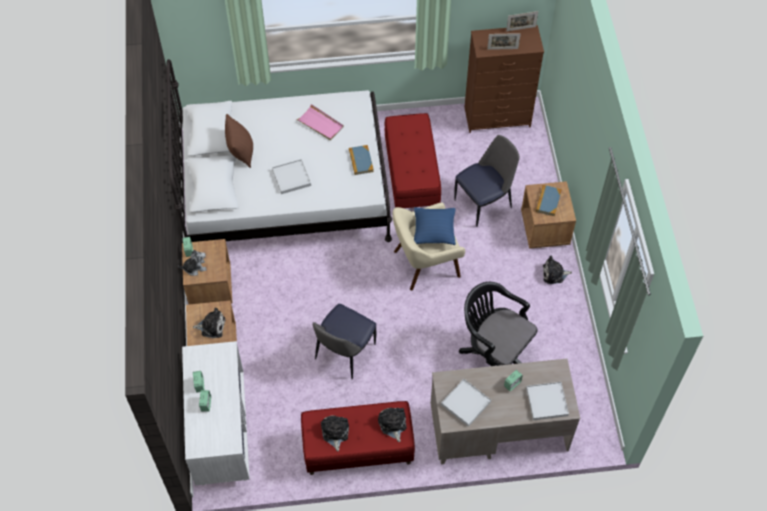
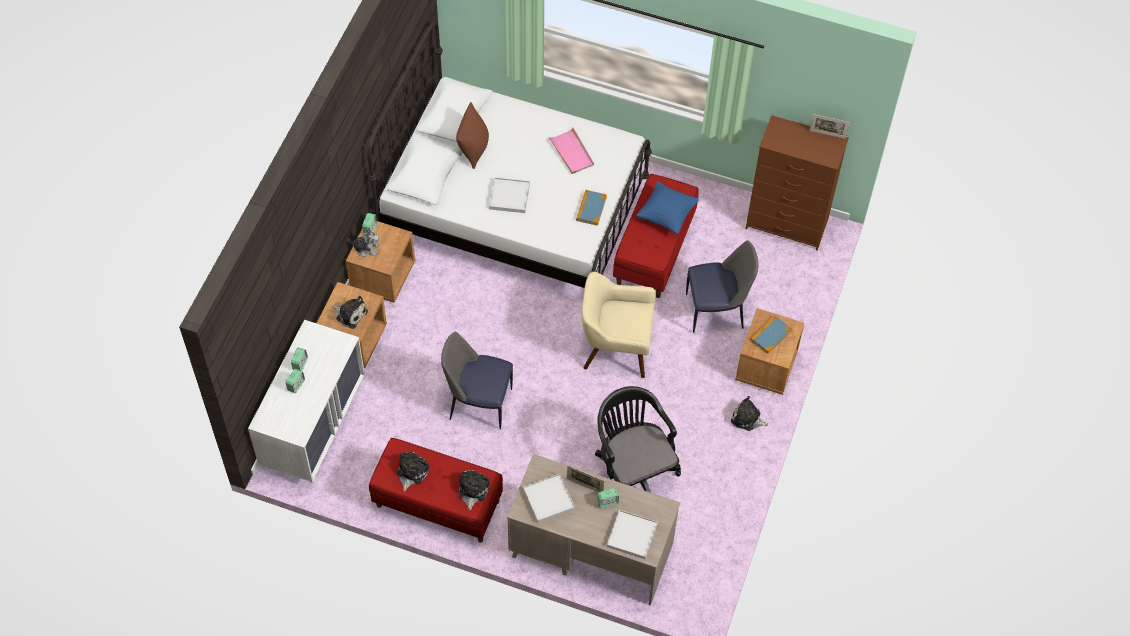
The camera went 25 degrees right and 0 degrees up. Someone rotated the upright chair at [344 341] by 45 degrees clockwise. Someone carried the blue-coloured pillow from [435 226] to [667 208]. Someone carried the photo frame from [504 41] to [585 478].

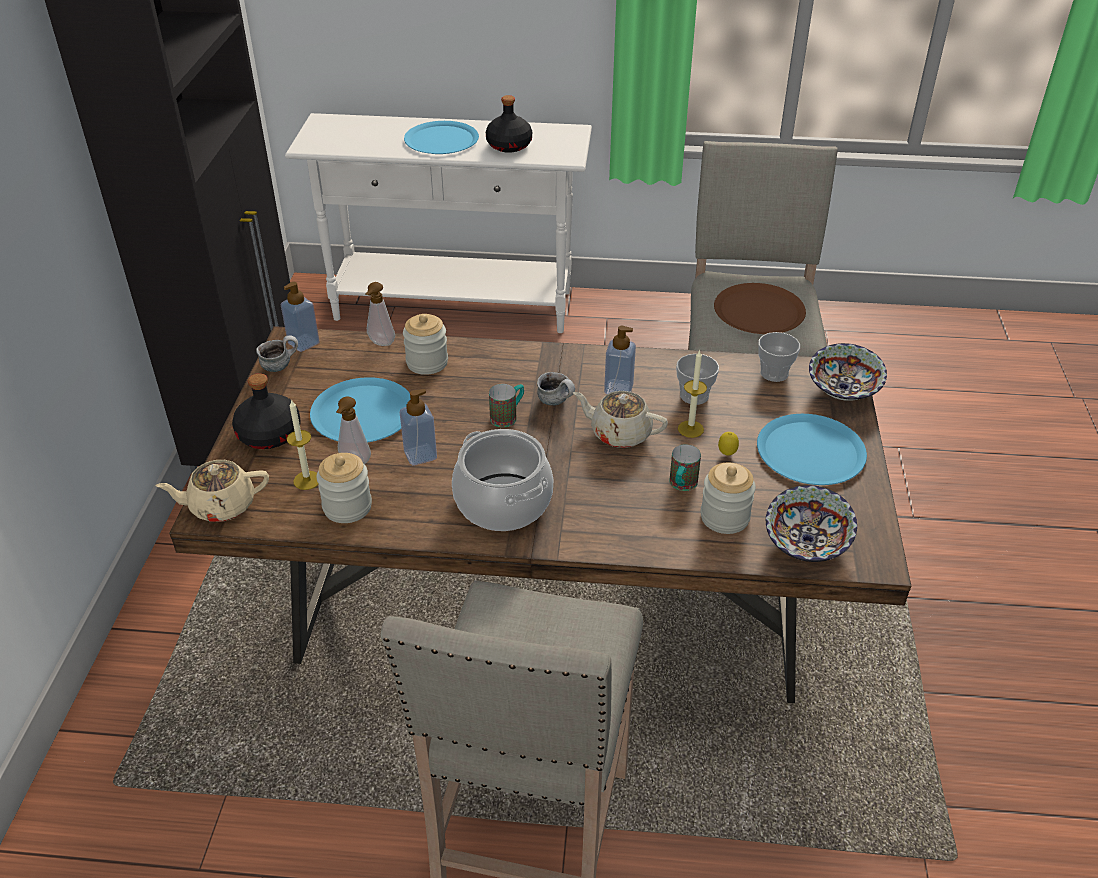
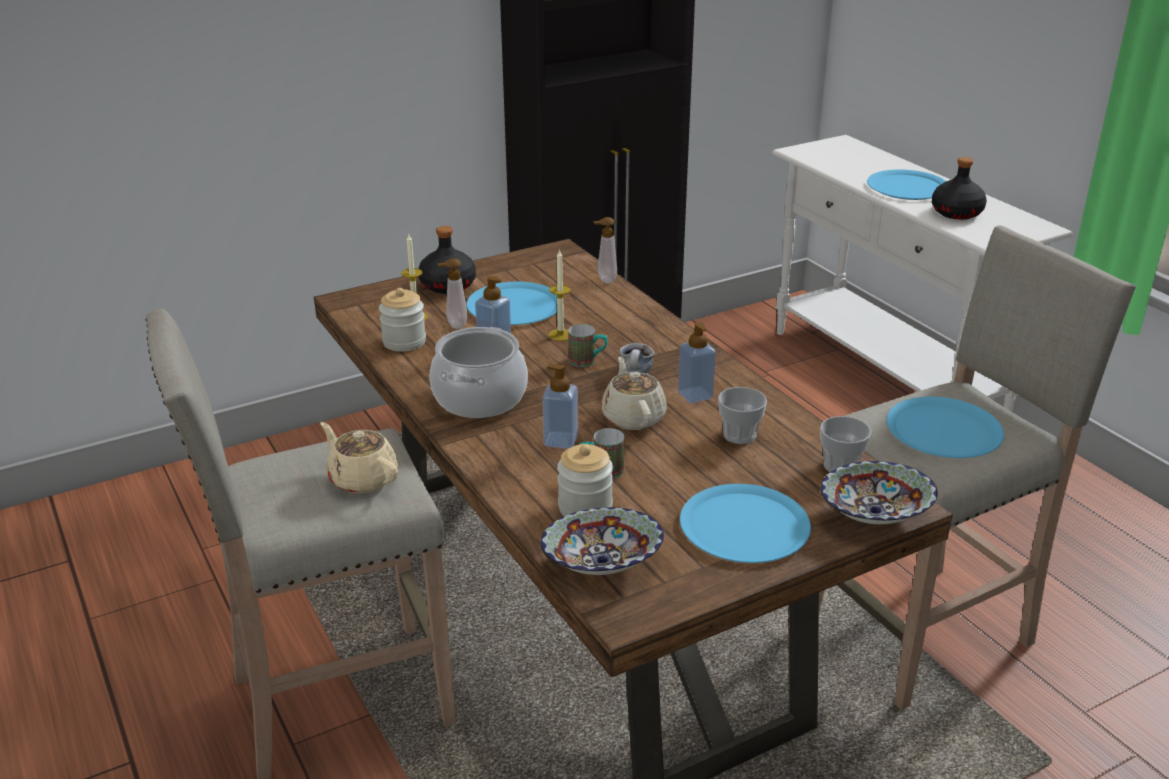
The camera went 55 degrees right and 10 degrees down. Someone carried the sand-coloured pot for tea from [212 491] to [359 457]. Someone took away the coffee mug at [277 353]. Someone carried the soap dispenser from [300 317] to [560 406]. Someone took away the preserve jar at [425 344]. Someone carried the wax light from [692 393] to [559 295]. Someone repainted the brownish flat dish at [760 308], which became the blue-coloured flat dish at [945 427]. Someone took away the lemon at [728 444].

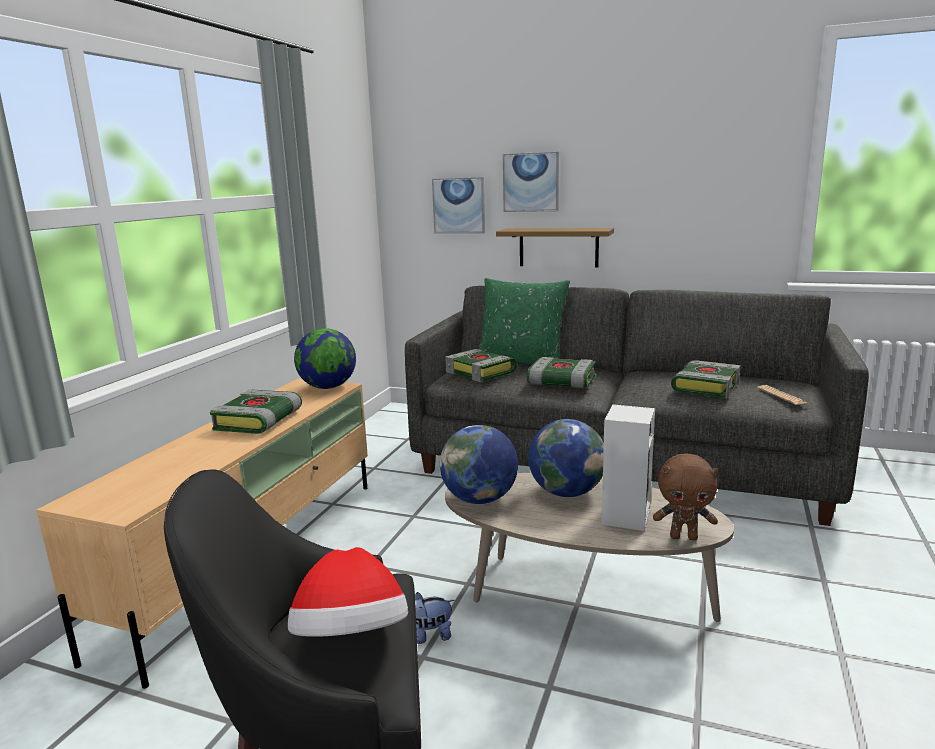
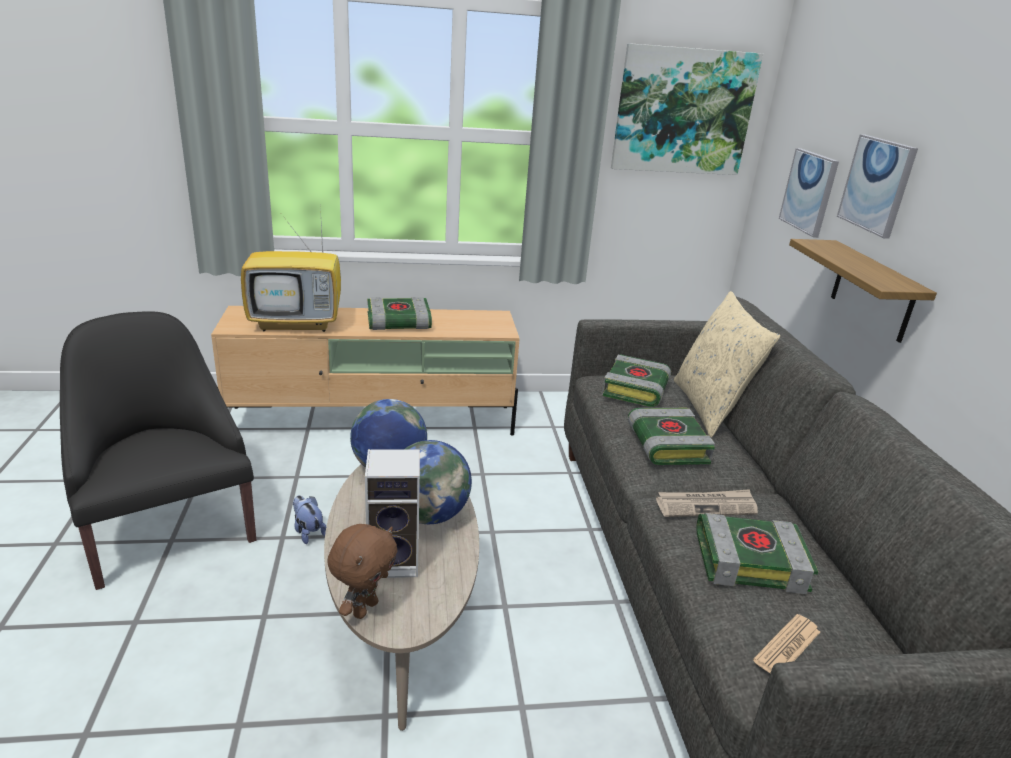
The camera went 60 degrees right and 10 degrees up. Someone took away the hat at [348 592]. Someone took away the globe at [325 358]. Someone repainted the green pillow at [524 321], which became the sand-coloured pillow at [727 364]. Someone rotated the brownish soft toy at [685 497] by 135 degrees counterclockwise. Someone put down the TV at [291 269]. Someone put up the picture at [687 109]. Someone put down the daily paper at [707 503].

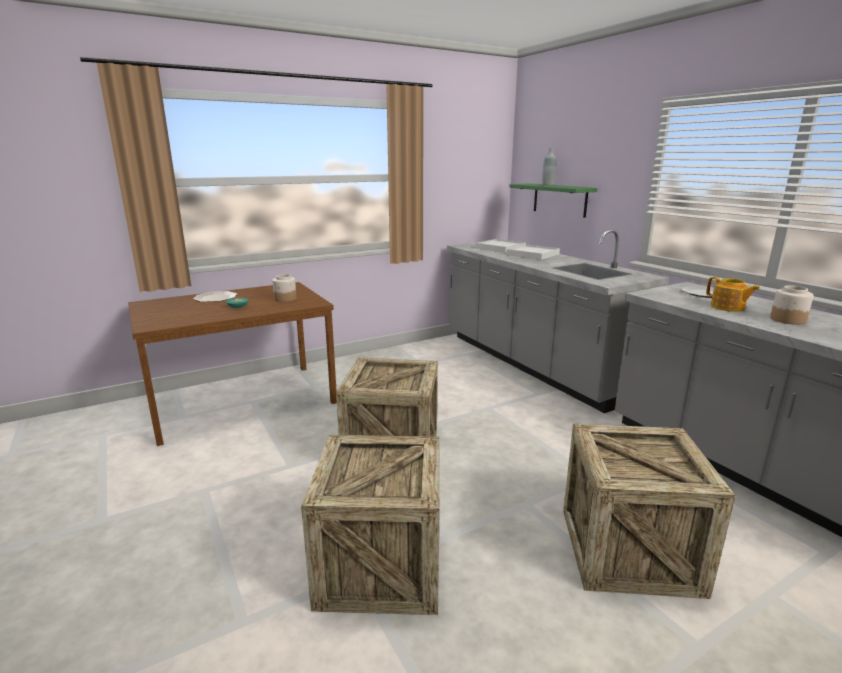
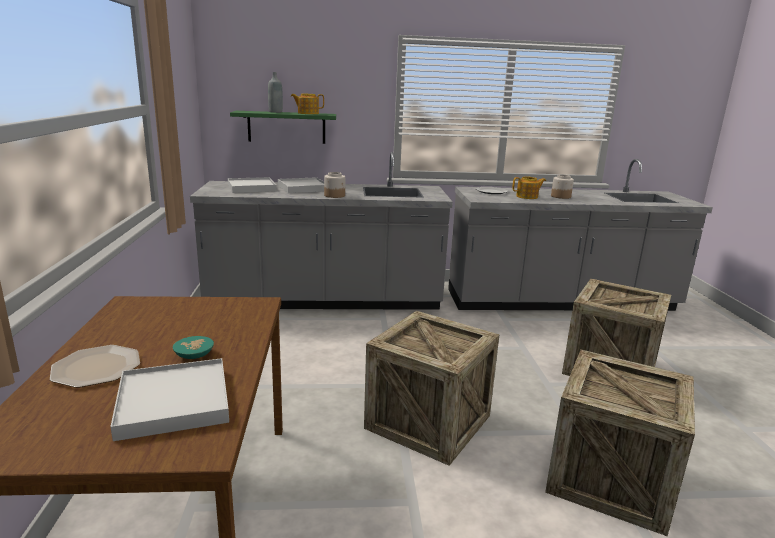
The camera went 65 degrees left and 0 degrees up. Someone carried the preserve jar from [284 288] to [334 185]. Someone put down the white serving tray at [169 399]. Someone put down the pot for tea at [307 104].

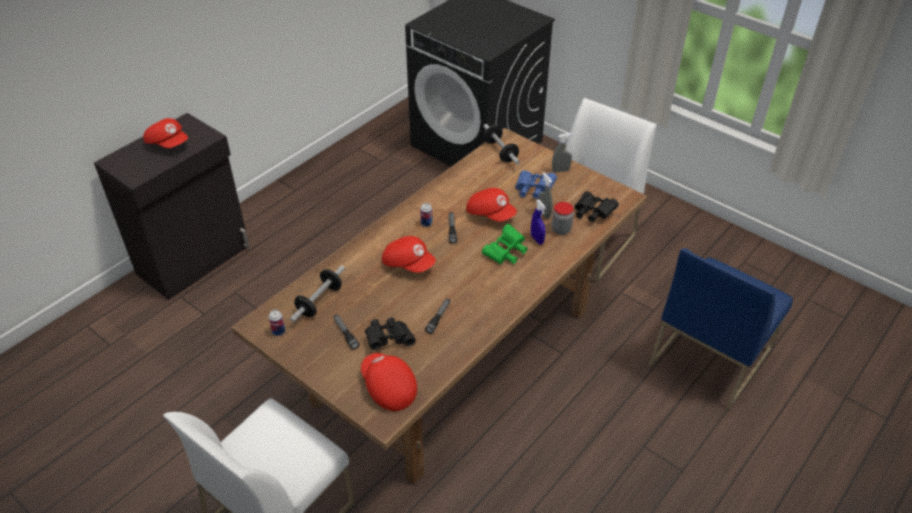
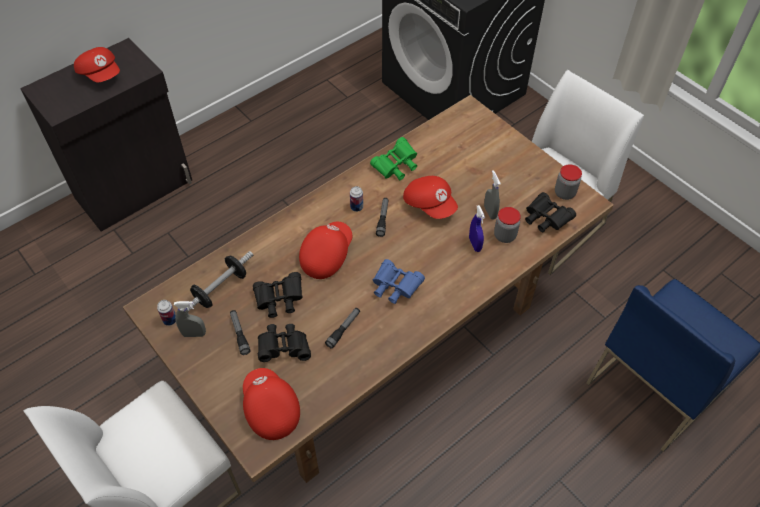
The camera went 10 degrees right and 10 degrees up. Someone rotated the reddish baseball cap at [409 254] by 105 degrees counterclockwise. Someone carried the green field glasses from [505 244] to [393 158]. Someone took away the hand weight at [502 144]. Someone carried the blue-coloured field glasses from [536 184] to [399 281]. Someone carried the greyish hand sprayer from [562 153] to [190 319]. Someone put down the blackish field glasses at [278 295]. Someone put down the preserve jar at [568 182].

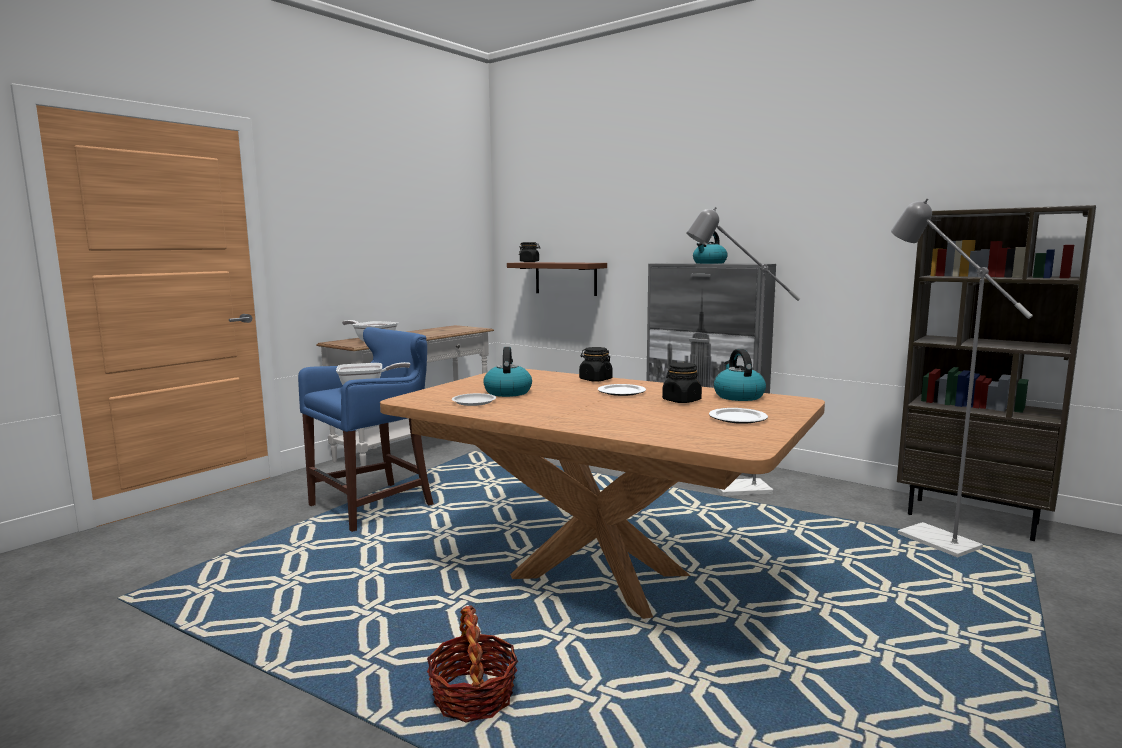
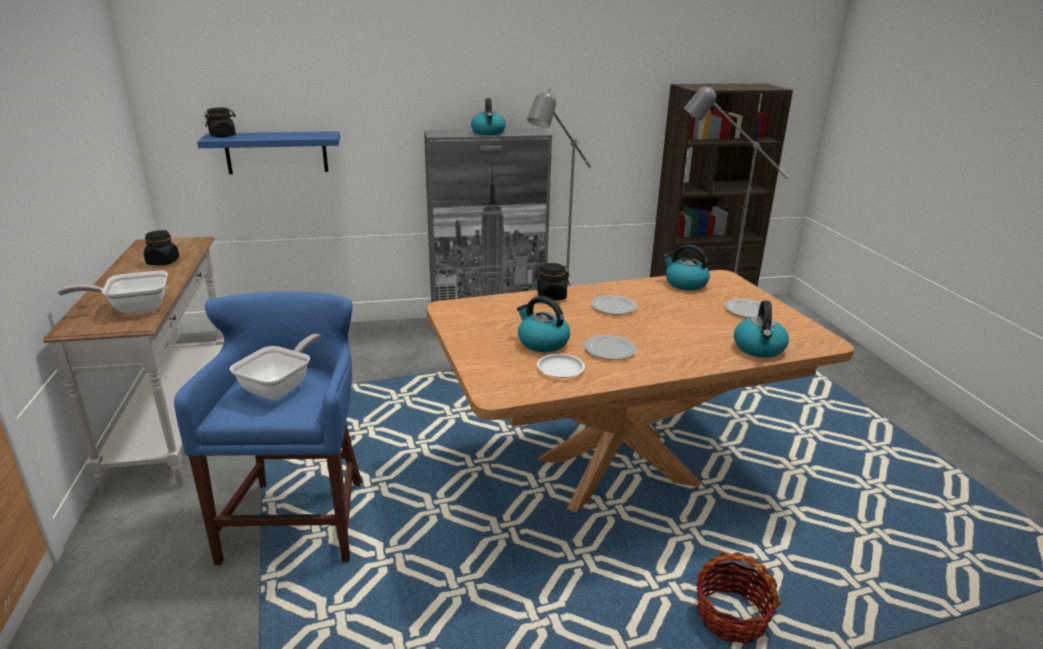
The camera went 50 degrees left and 15 degrees up. Someone repainted the brownish bracket shelf at [557 279], which became the blue-coloured bracket shelf at [268 152]. Someone carried the blackish preserve jar from [682 382] to [161 247]. Someone put down the flat dish at [610 347]. Someone put down the water kettle at [761 329].

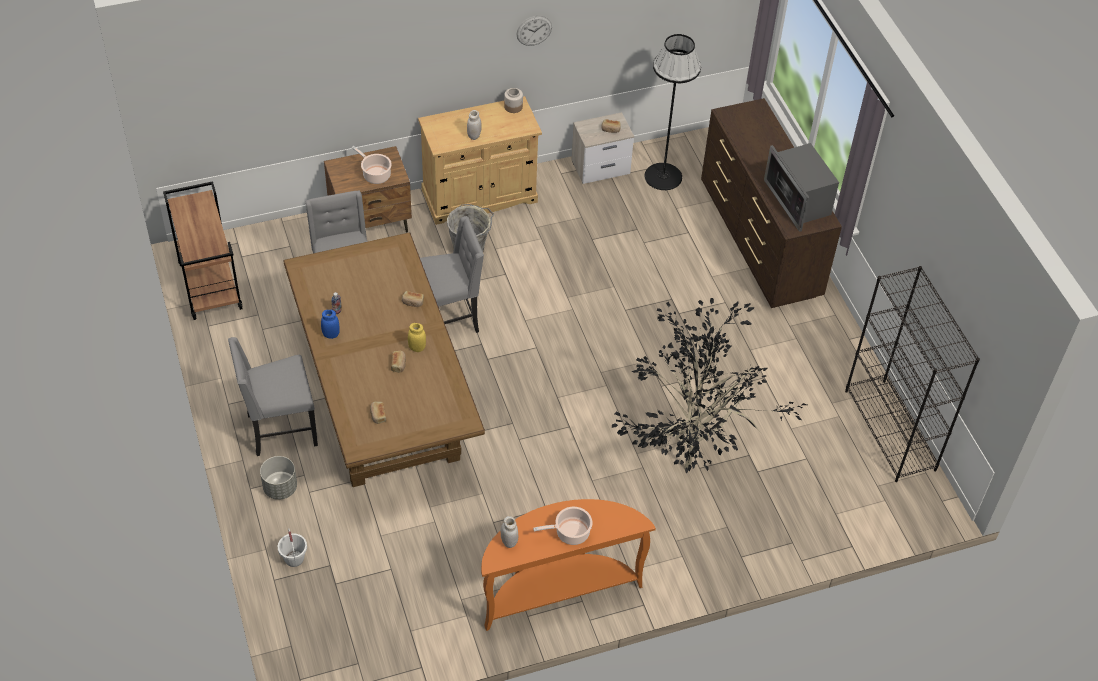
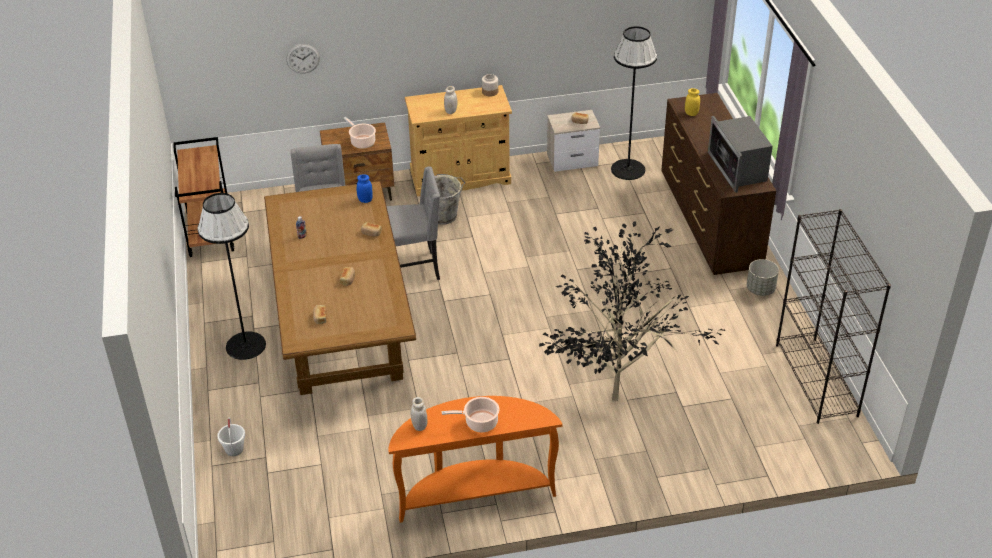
The camera went 10 degrees right and 10 degrees down. Someone swapped the greyish upright chair at [273 396] for the blackish standing lamp at [231 276]. Someone carried the greyish planter from [278 478] to [763 277]. Someone carried the blue-coloured preserve jar from [330 324] to [365 189]. Someone carried the yellowish preserve jar from [417 337] to [692 102]. Someone carried the hanging clock from [534 31] to [303 58].

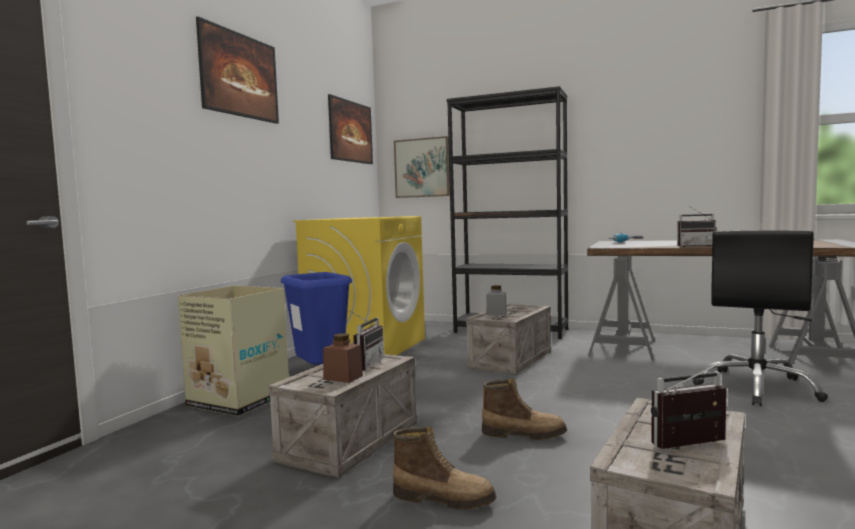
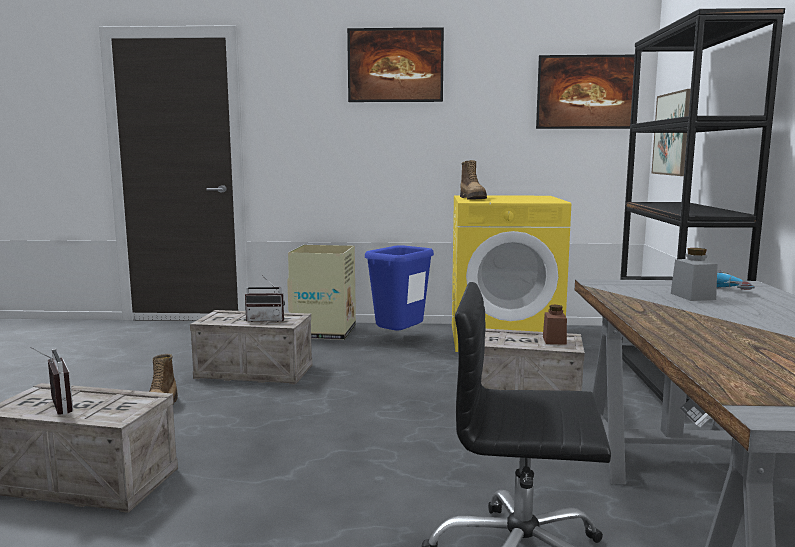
The camera went 70 degrees right and 5 degrees up. Someone carried the brownish preserve jar from [343 358] to [555 325]. Someone carried the tall boot from [524 409] to [473 179]. Someone carried the greyish preserve jar from [496 300] to [694 274]. Someone took away the radio at [697 226].

